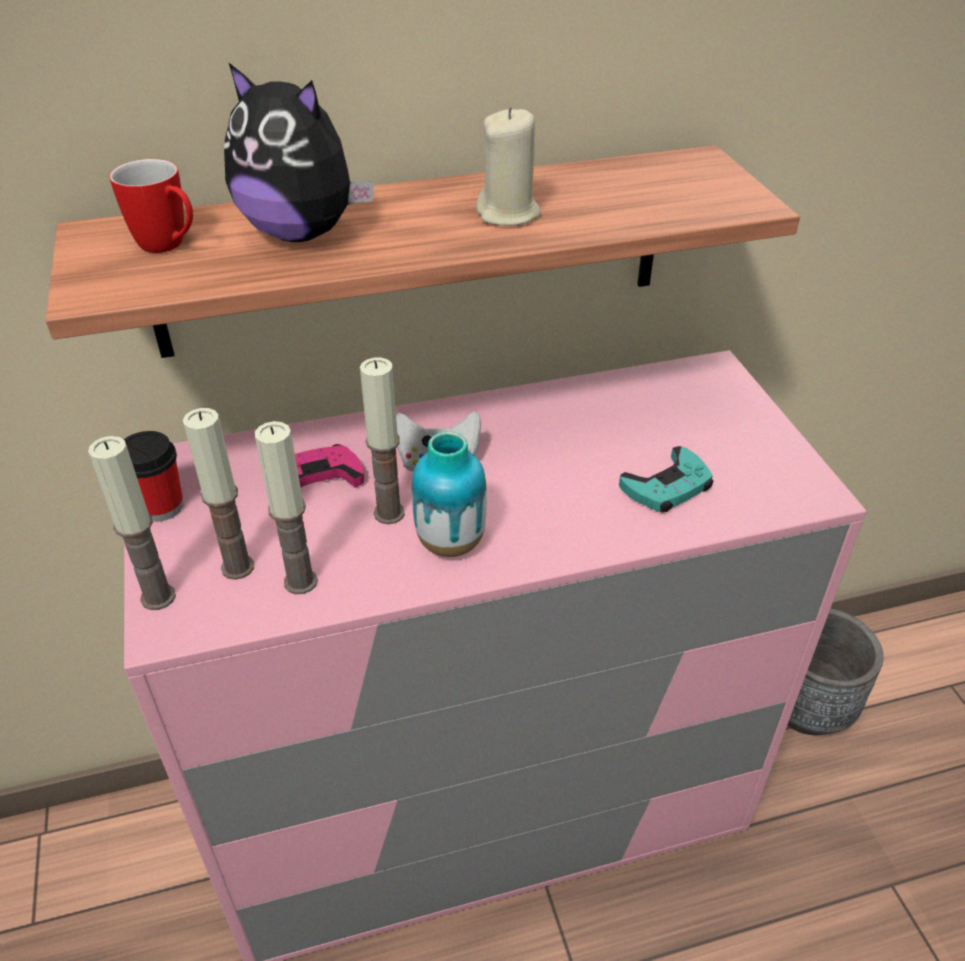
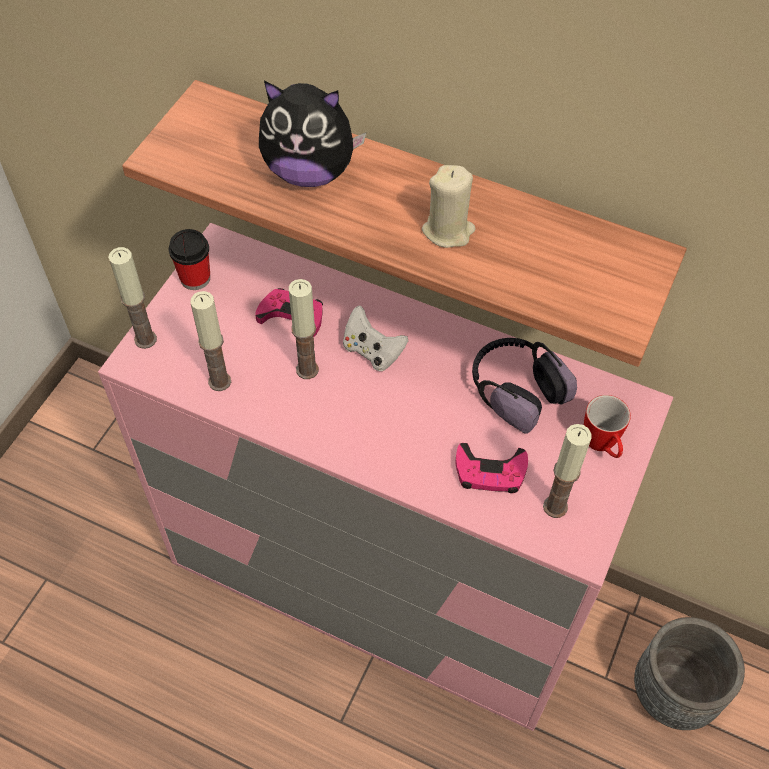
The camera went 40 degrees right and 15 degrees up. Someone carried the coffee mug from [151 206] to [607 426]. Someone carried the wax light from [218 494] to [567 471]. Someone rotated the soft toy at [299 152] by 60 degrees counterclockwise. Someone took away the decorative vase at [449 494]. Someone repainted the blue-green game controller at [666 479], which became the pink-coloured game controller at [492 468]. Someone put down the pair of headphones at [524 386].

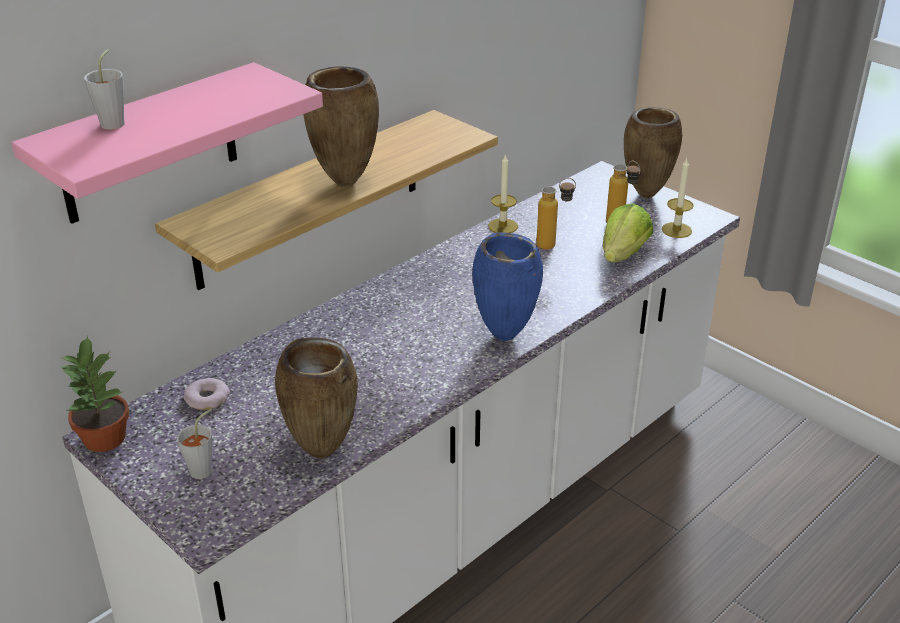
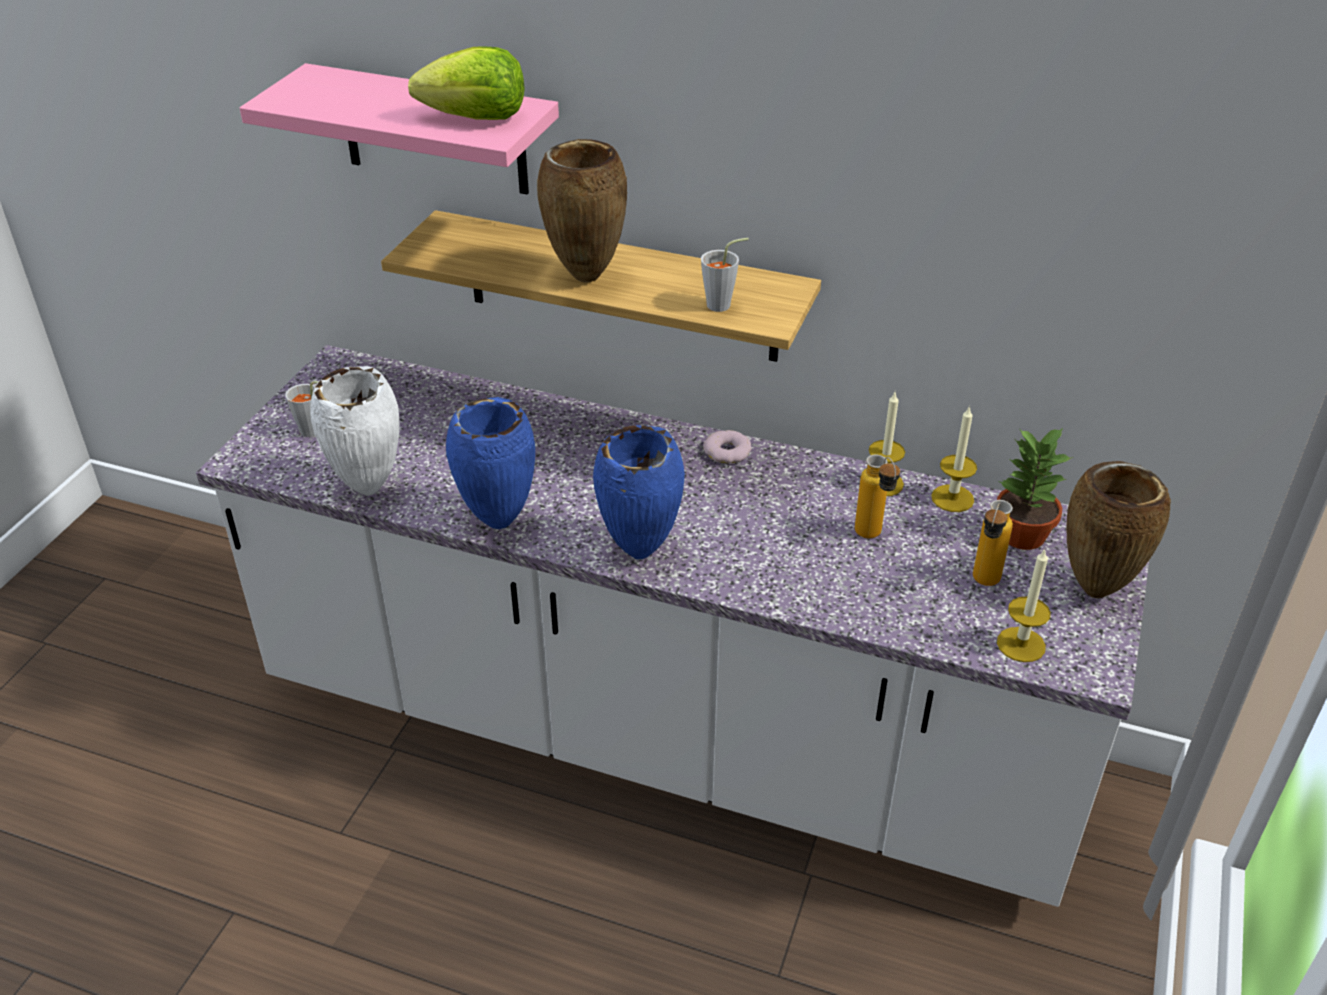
The camera went 65 degrees right and 5 degrees up. Someone carried the houseplant from [94 393] to [1035 488]. Someone carried the greyish drinking cup from [104 89] to [725 275]. Someone carried the donut from [206 394] to [727 446]. Someone repainted the brownish decorative vase at [316 398], which became the white decorative vase at [355 431]. Someone carried the head of lettuce from [628 232] to [466 83]. Someone put down the blue-coloured decorative vase at [490 463]. Someone put down the wax light at [954 458].

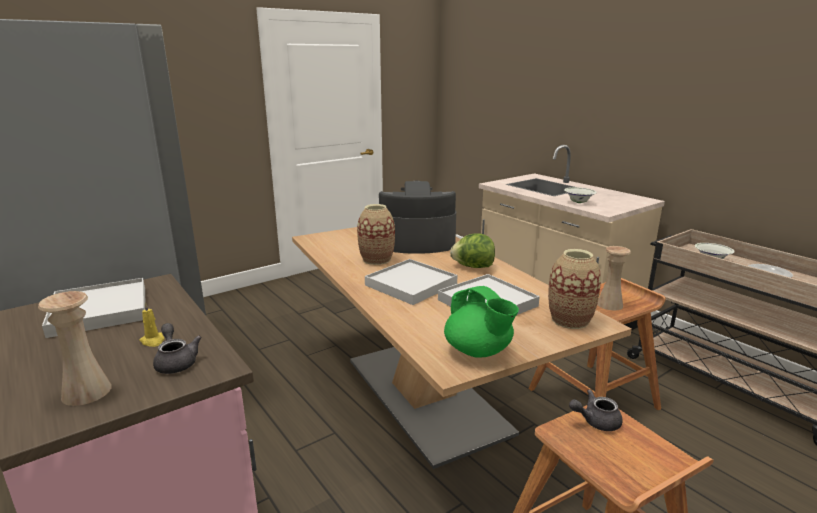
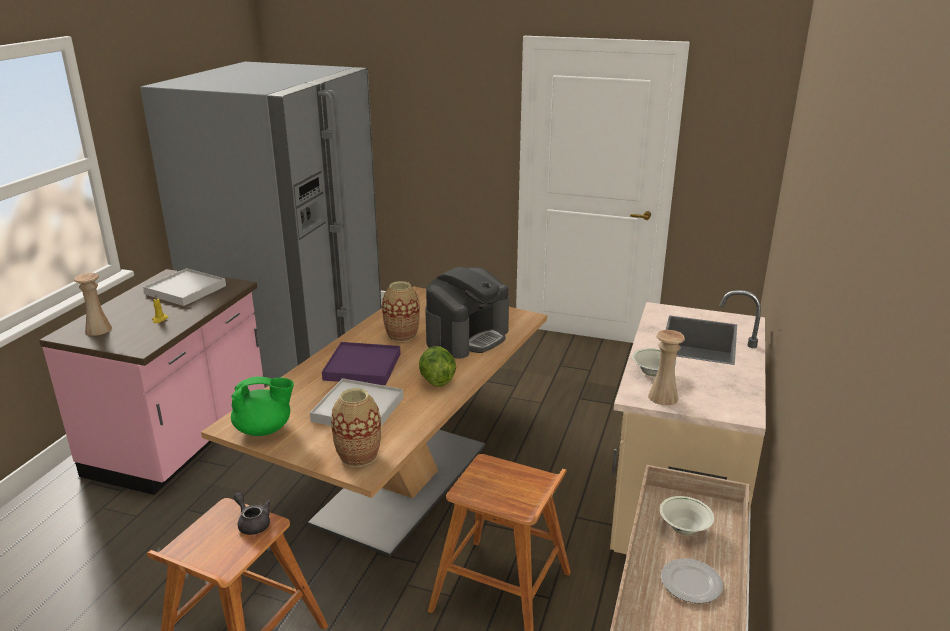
The camera went 55 degrees right and 5 degrees up. Someone took away the greyish pot for tea at [177 348]. Someone repainted the white serving tray at [411 282], which became the purple serving tray at [361 363]. Someone rotated the coffee machine at [417 217] by 75 degrees clockwise. Someone rotated the green pot for tea at [481 322] by 120 degrees counterclockwise. Someone carried the sand-coloured decorative vase from [614 278] to [666 367].

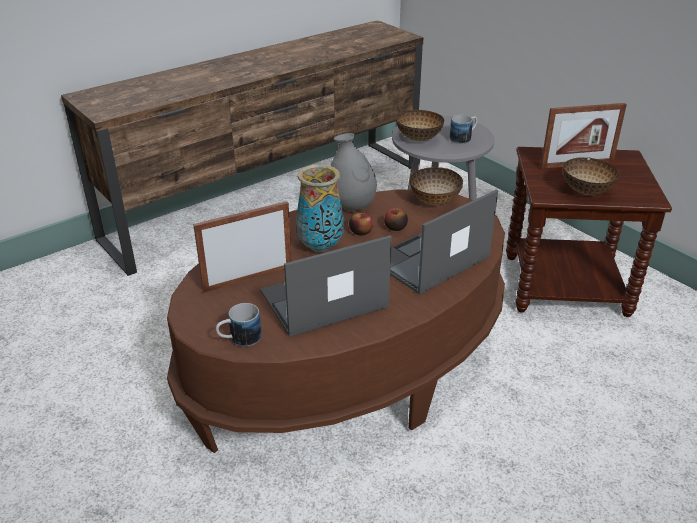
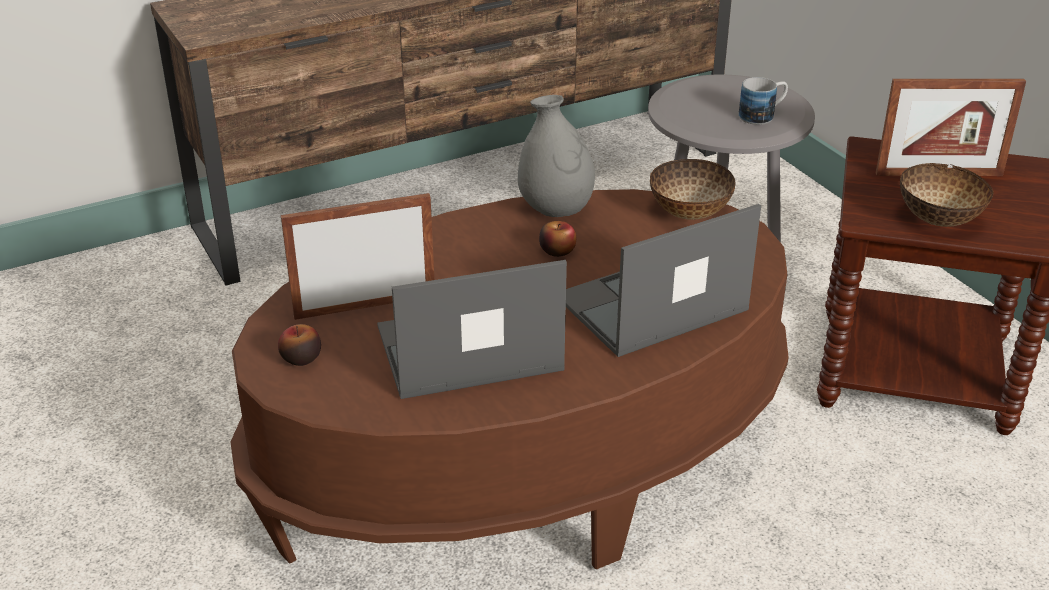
The camera went 10 degrees right and 0 degrees up. Someone took away the coffee mug at [239 324]. Someone took away the decorative vase at [320 208]. Someone carried the apple fruit from [396 219] to [299 345]. Someone took away the deep dish at [420 125].

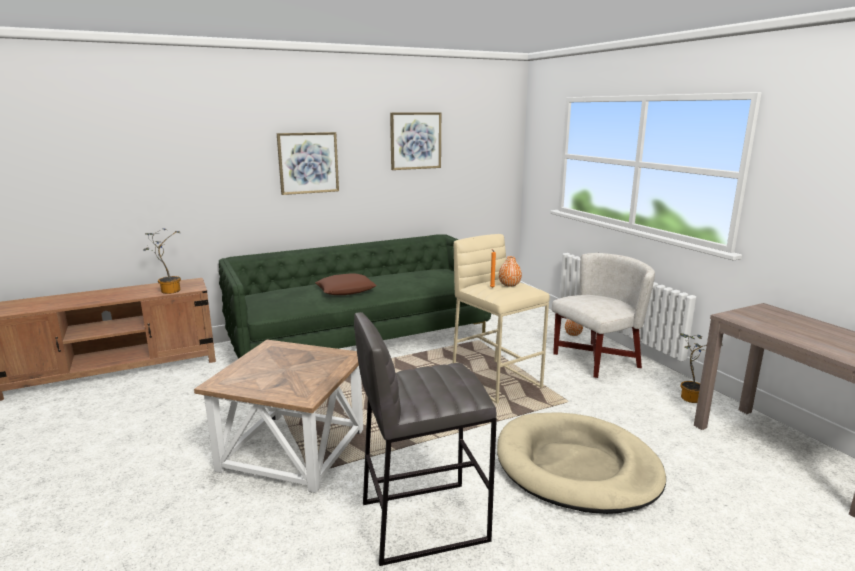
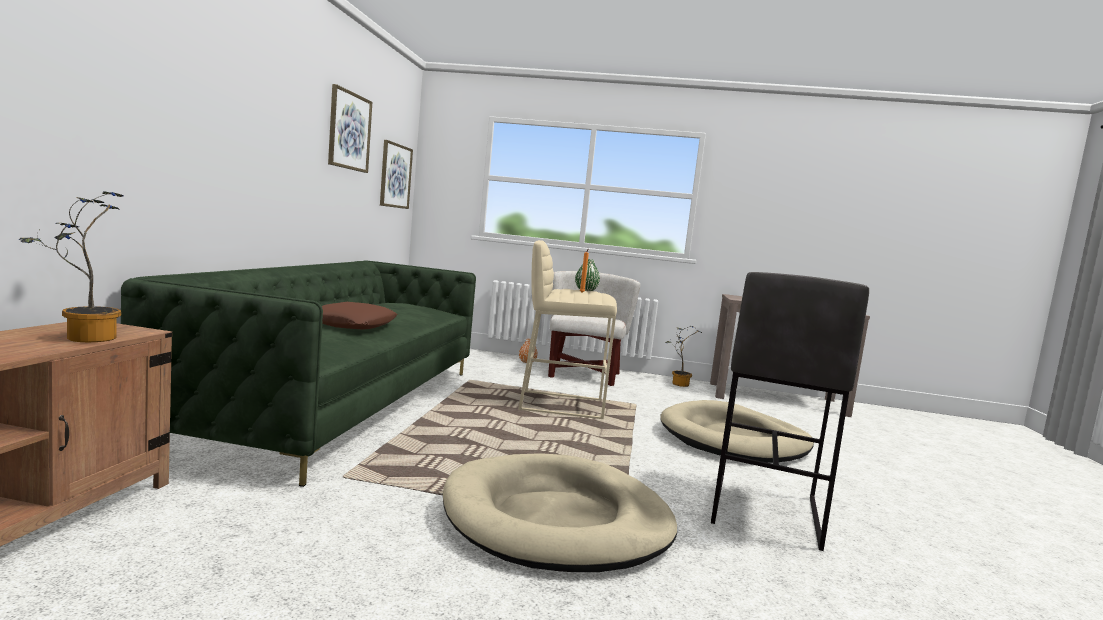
The camera went 55 degrees left and 10 degrees down. Someone swapped the brownish end table at [278 416] for the sand-coloured pet bed at [560 513]. Someone carried the picture from [308 163] to [396 174]. Someone repainted the orange-coloured decorative vase at [510 271], which became the green decorative vase at [587 275].

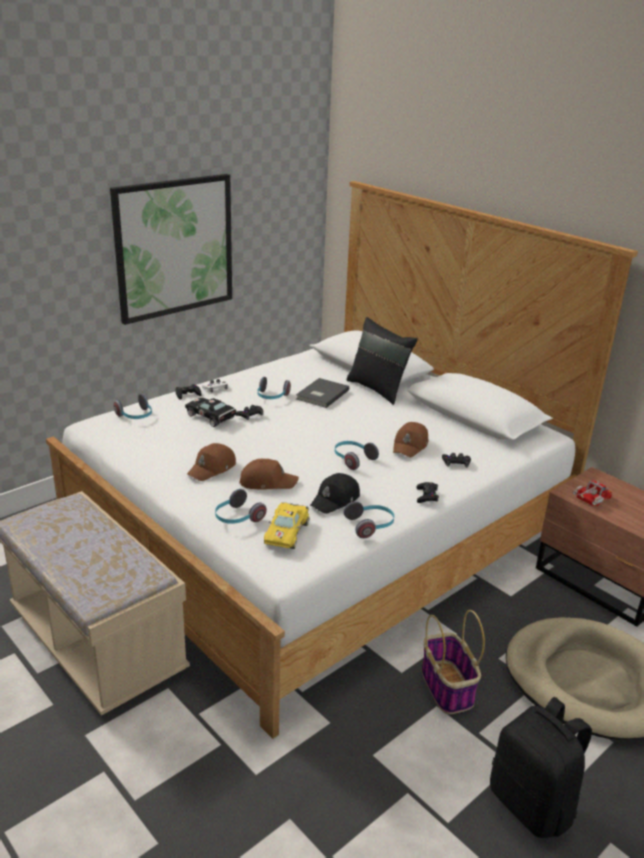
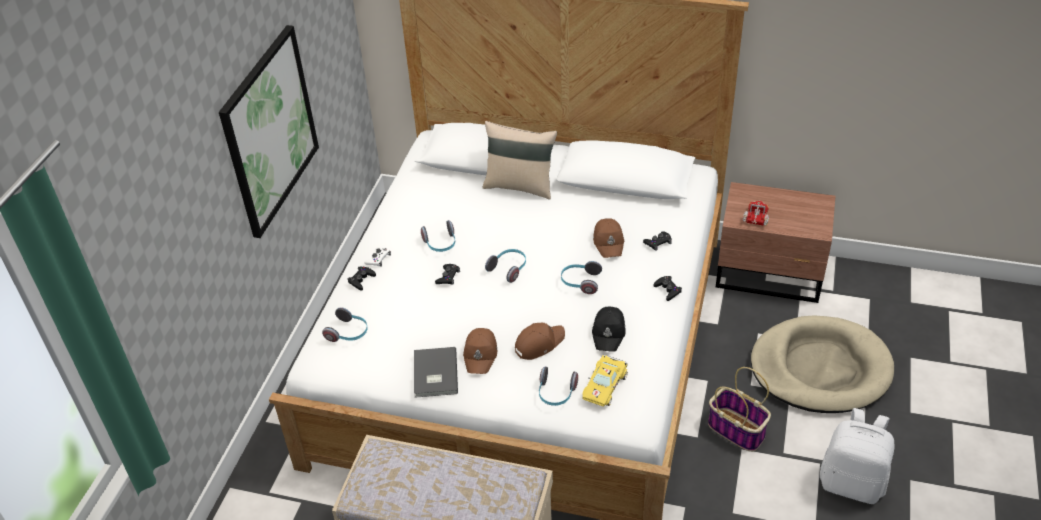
The camera went 30 degrees left and 15 degrees up. Someone took away the blackish model car at [210 412]. Someone rotated the yellowish model car at [286 525] by 45 degrees clockwise. Someone carried the greyish volume from [322 393] to [436 372]. Someone carried the pair of headphones from [369 519] to [505 266]. Someone repainted the blackish pillow at [382 361], which became the sand-coloured pillow at [519 160]. Someone repainted the blackish backpack at [541 767], which became the white backpack at [857 456].

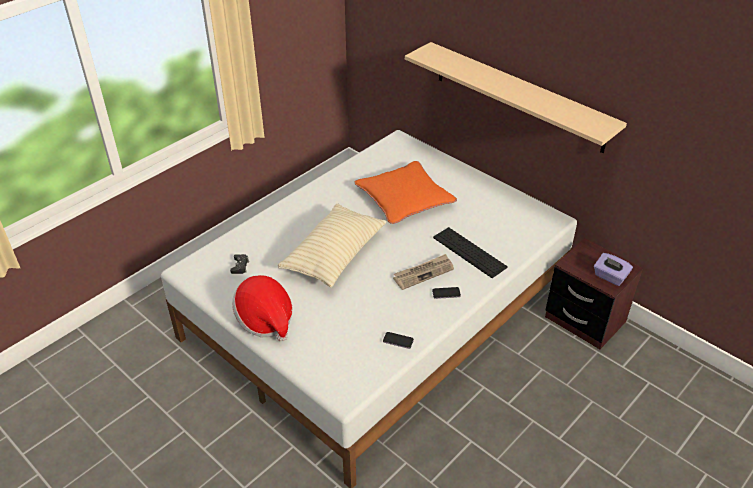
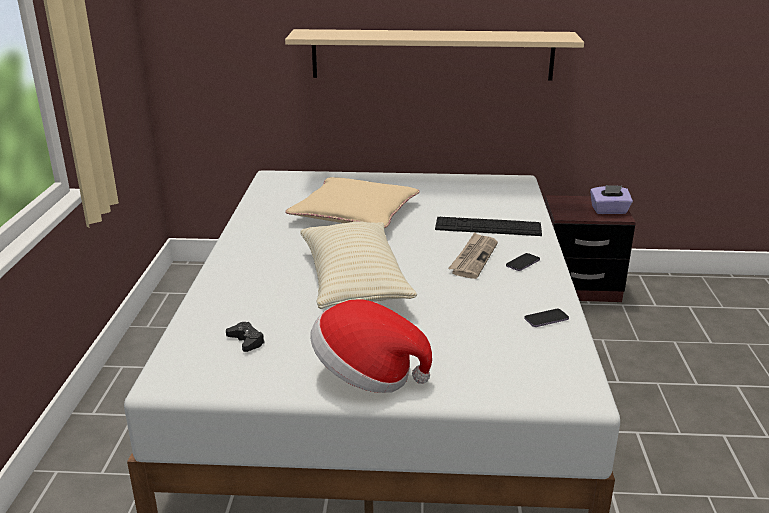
The camera went 40 degrees left and 15 degrees down. Someone repainted the orange-coloured pillow at [405 192], which became the sand-coloured pillow at [353 202].

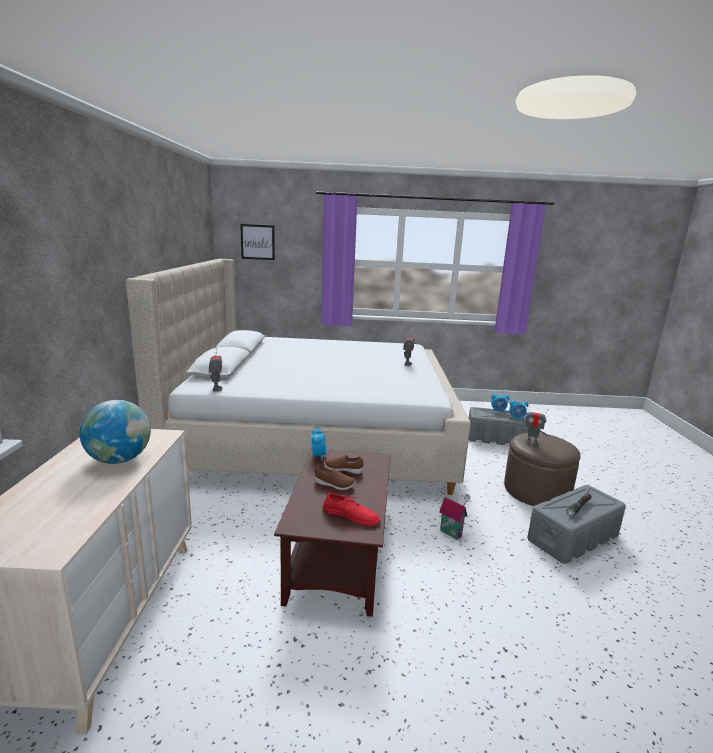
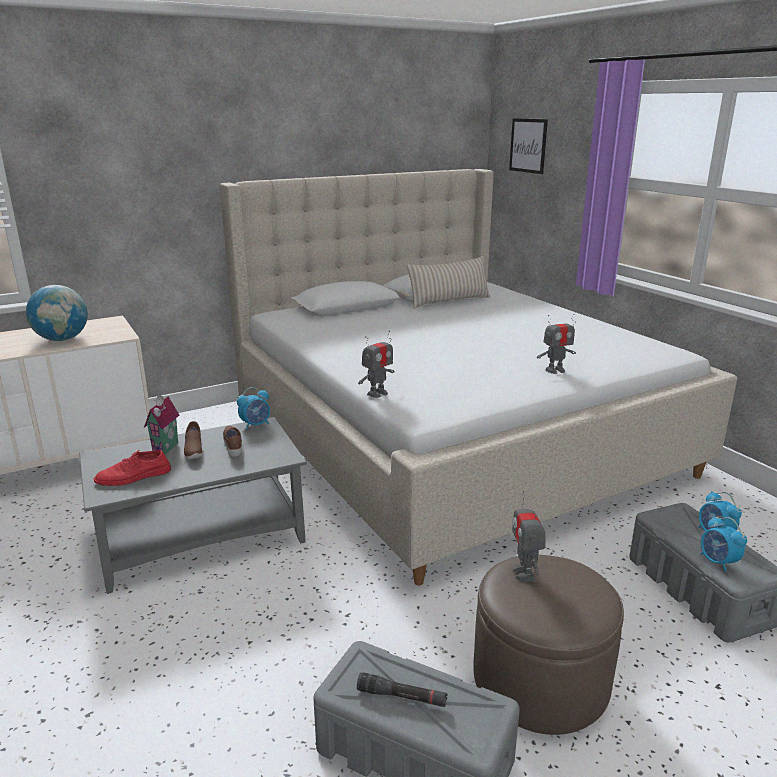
The camera went 60 degrees right and 5 degrees up. Someone carried the model robot from [215 369] to [376 364]. Someone repainted the brownish coffee table at [332 533], which became the greyish coffee table at [193 505]. Someone rotated the reddish low shoe at [351 509] by 75 degrees clockwise. Someone carried the model house from [454 516] to [161 424]. Someone put down the sand-coloured pillow at [448 282].

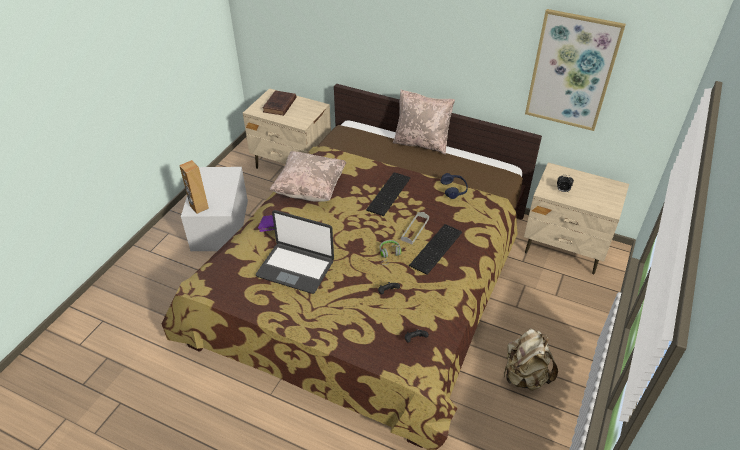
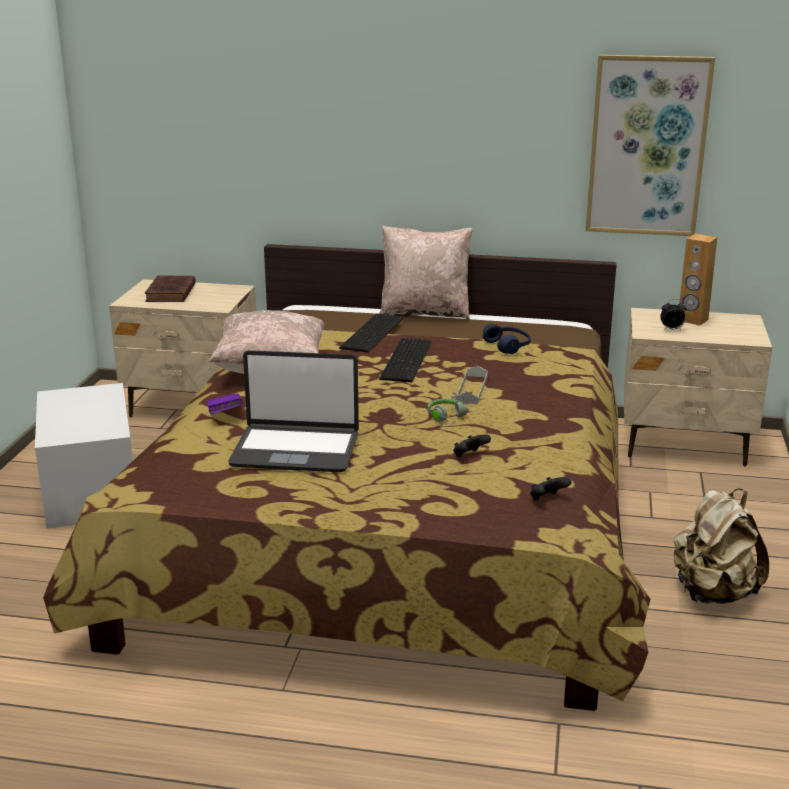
The camera went 15 degrees left and 20 degrees down. Someone carried the brownish speaker from [194 187] to [698 280]. Someone carried the PC keyboard from [435 249] to [371 333].

